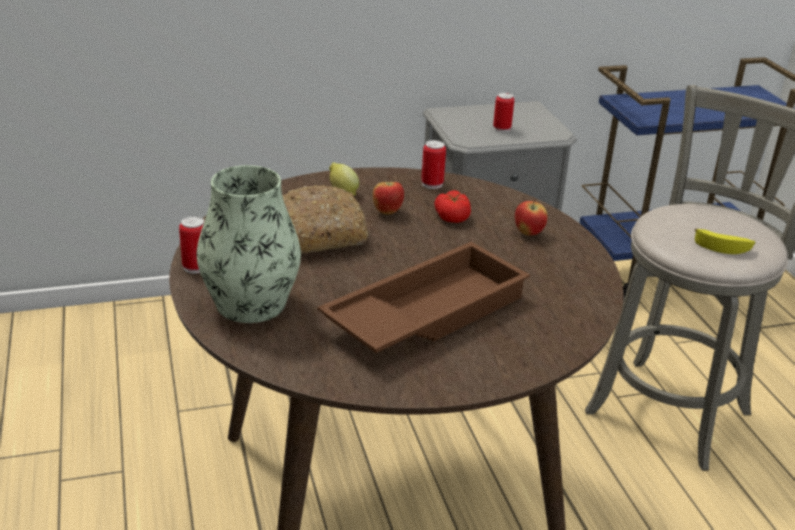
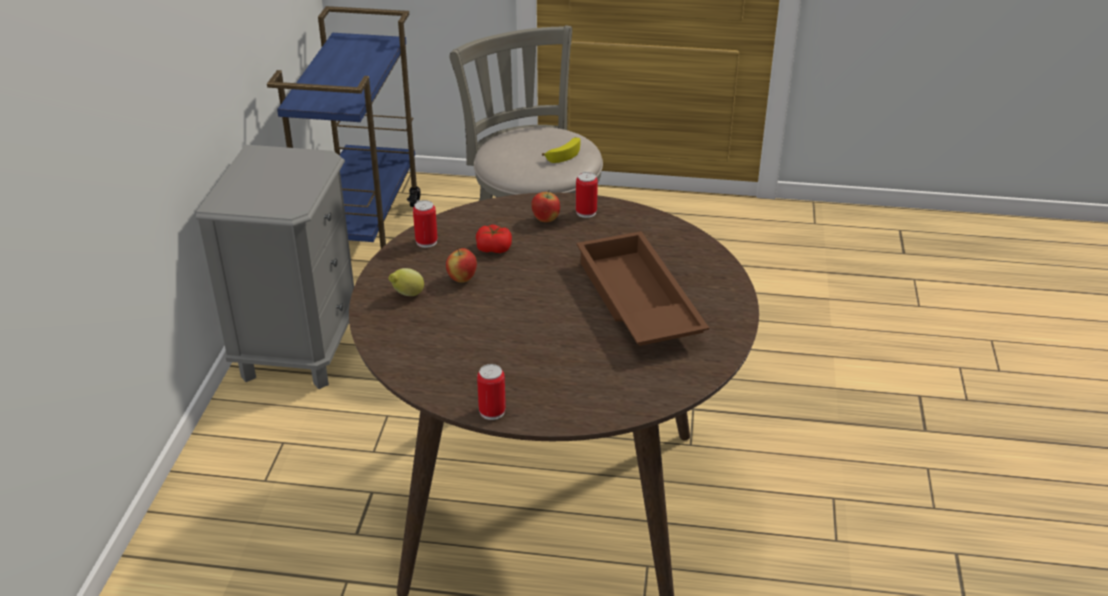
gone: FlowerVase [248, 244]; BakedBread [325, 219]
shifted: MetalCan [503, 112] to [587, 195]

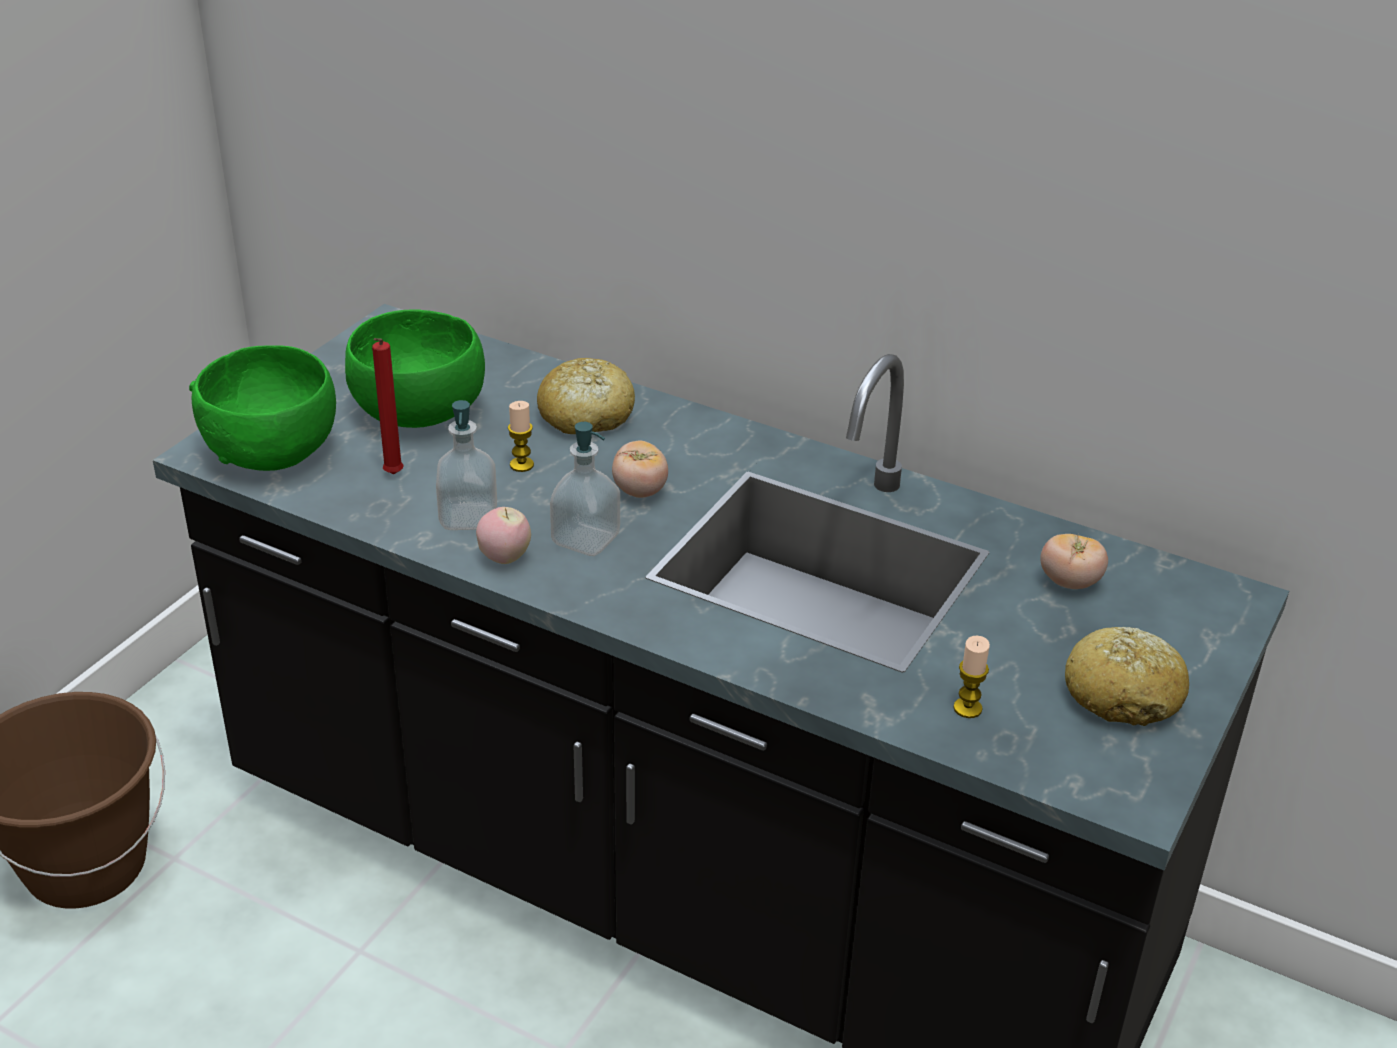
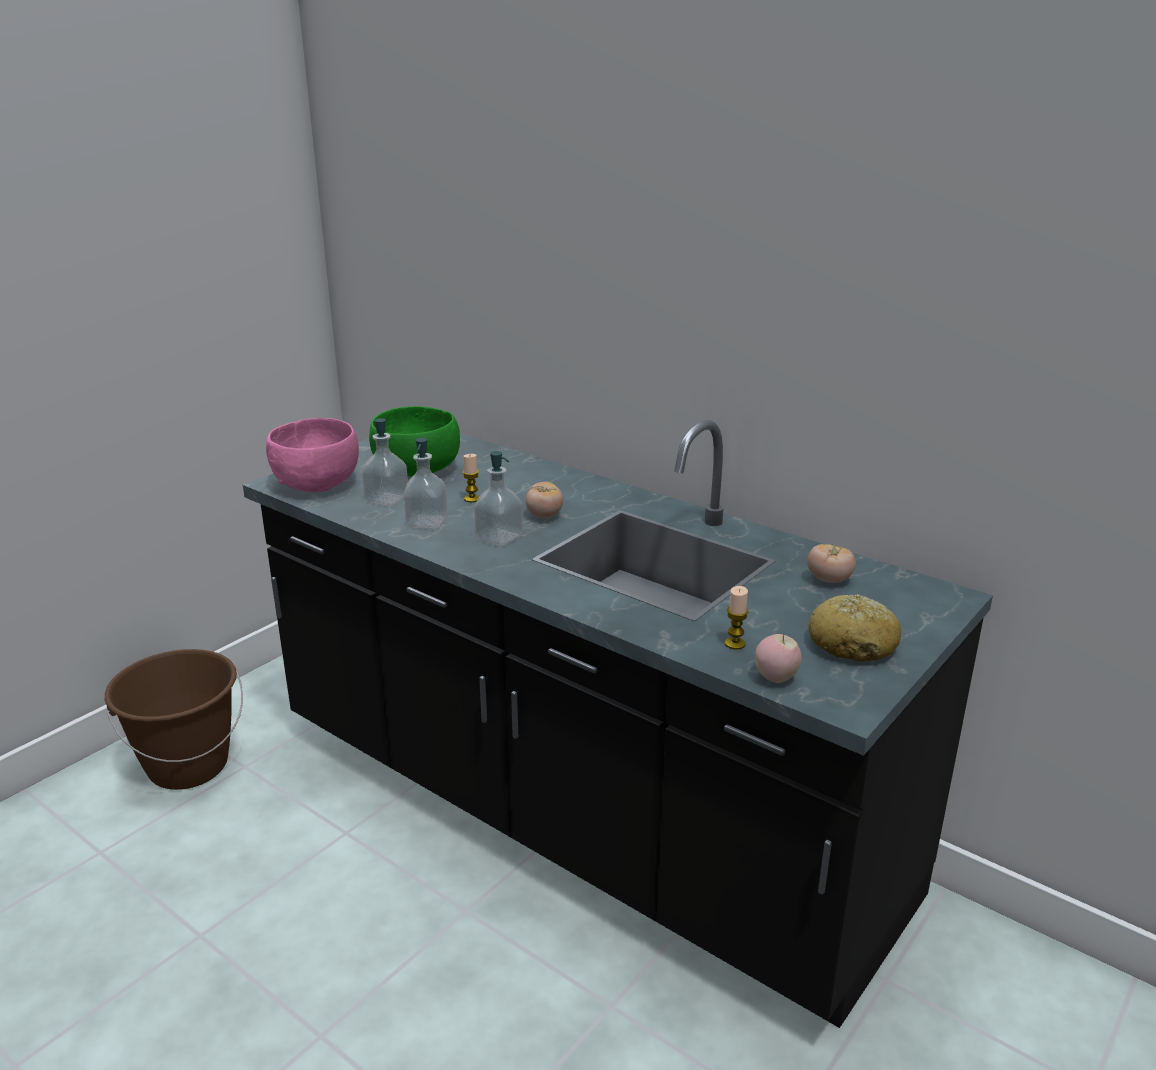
gone: BakedBread [586, 396]
shifted: Apple [503, 535] to [778, 658]
swapped: ReddishWaxCandle [388, 406] to LiquidSoapBottle [385, 462]
repainted: GreenishBowl [262, 408] to PinkBowl [312, 455]

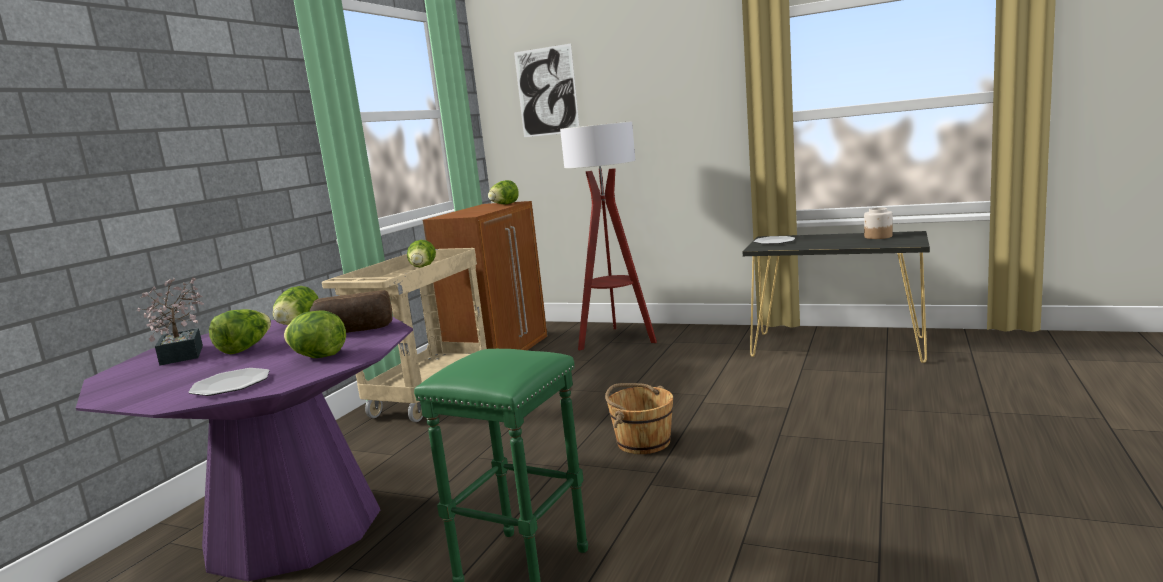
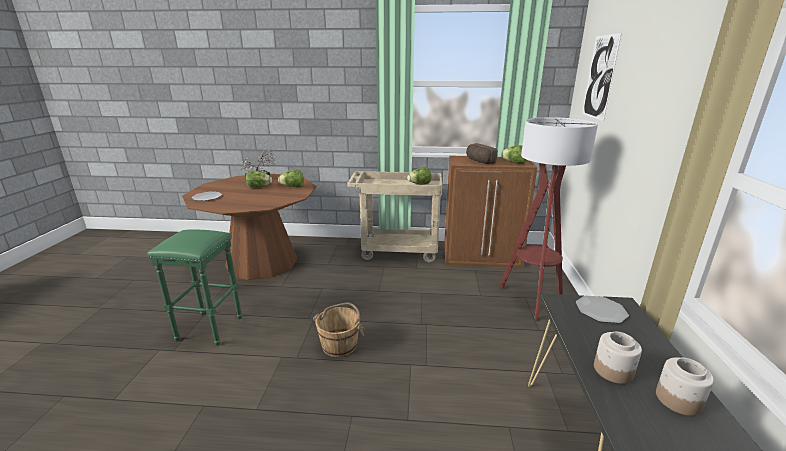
gone: HeadOfLettuce [315, 334]
new: StorageJar [618, 358]
shifted: BakedBread [351, 311] to [482, 153]
repainted: PurpleKitchenTable [244, 449] to BrownColouredKitchenTable [249, 227]

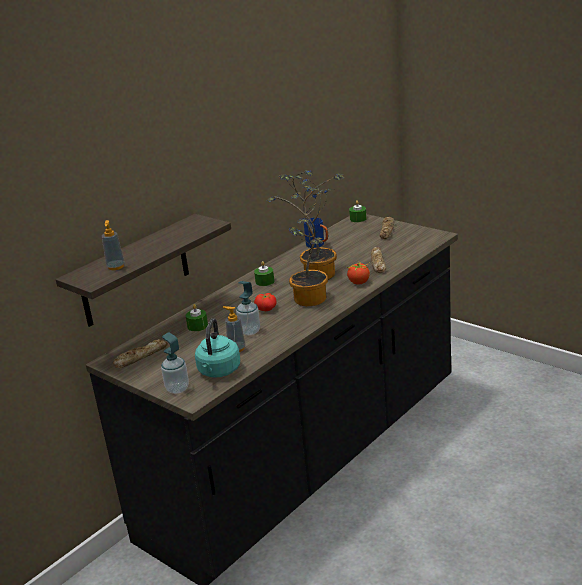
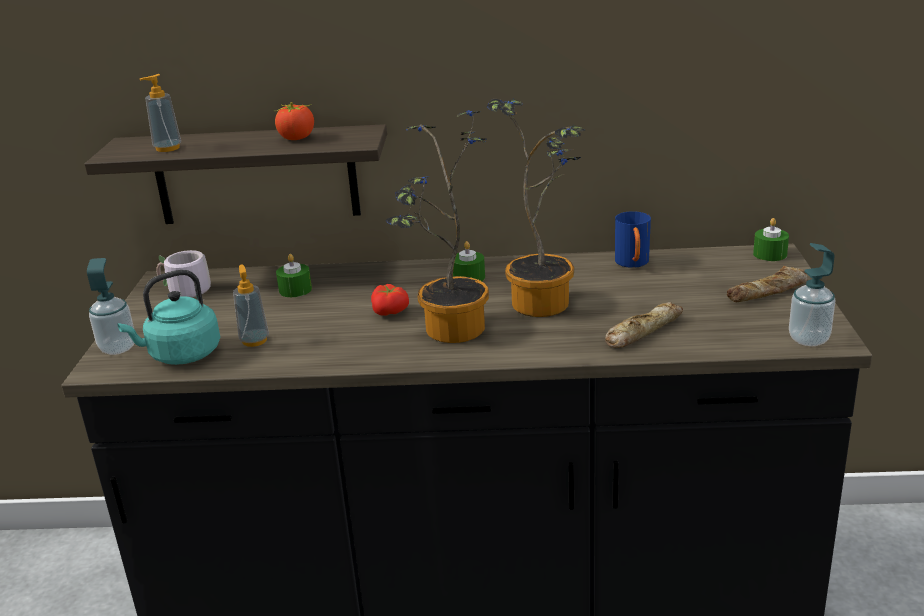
shifted: LiquidSoapBottle [248, 308] to [812, 294]; FreshTomato [358, 273] to [294, 121]
swapped: BakedBread [140, 353] to GreyishCoffeeMug [183, 273]

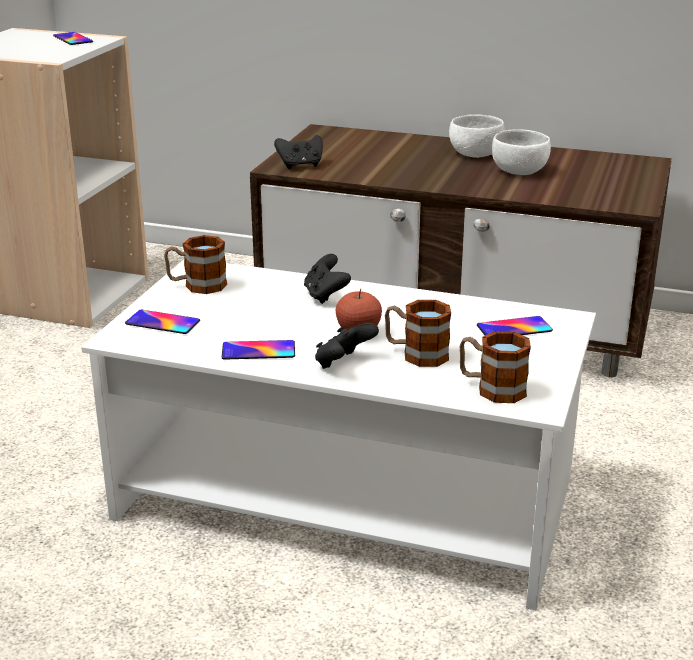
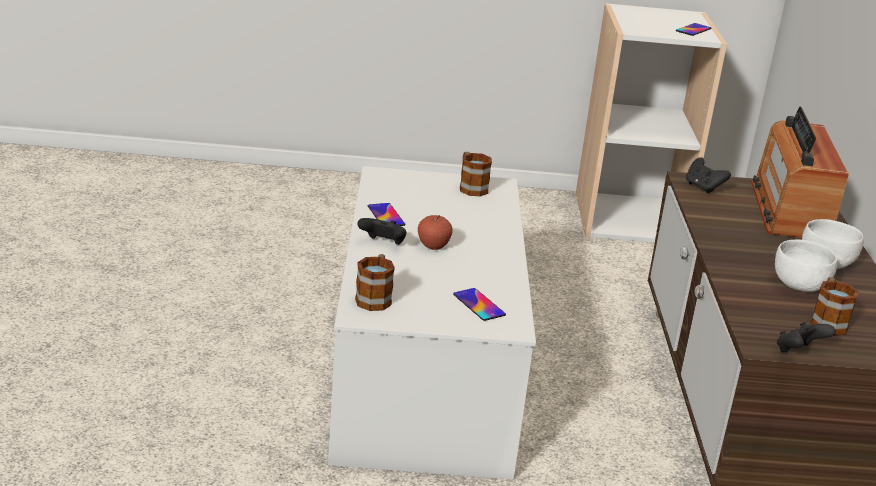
gone: Telephone [162, 321]
new: RadioReceiver [800, 172]
shifted: BlackishJoypad [327, 279] to [806, 337]; CoffeeMug [418, 333] to [835, 306]

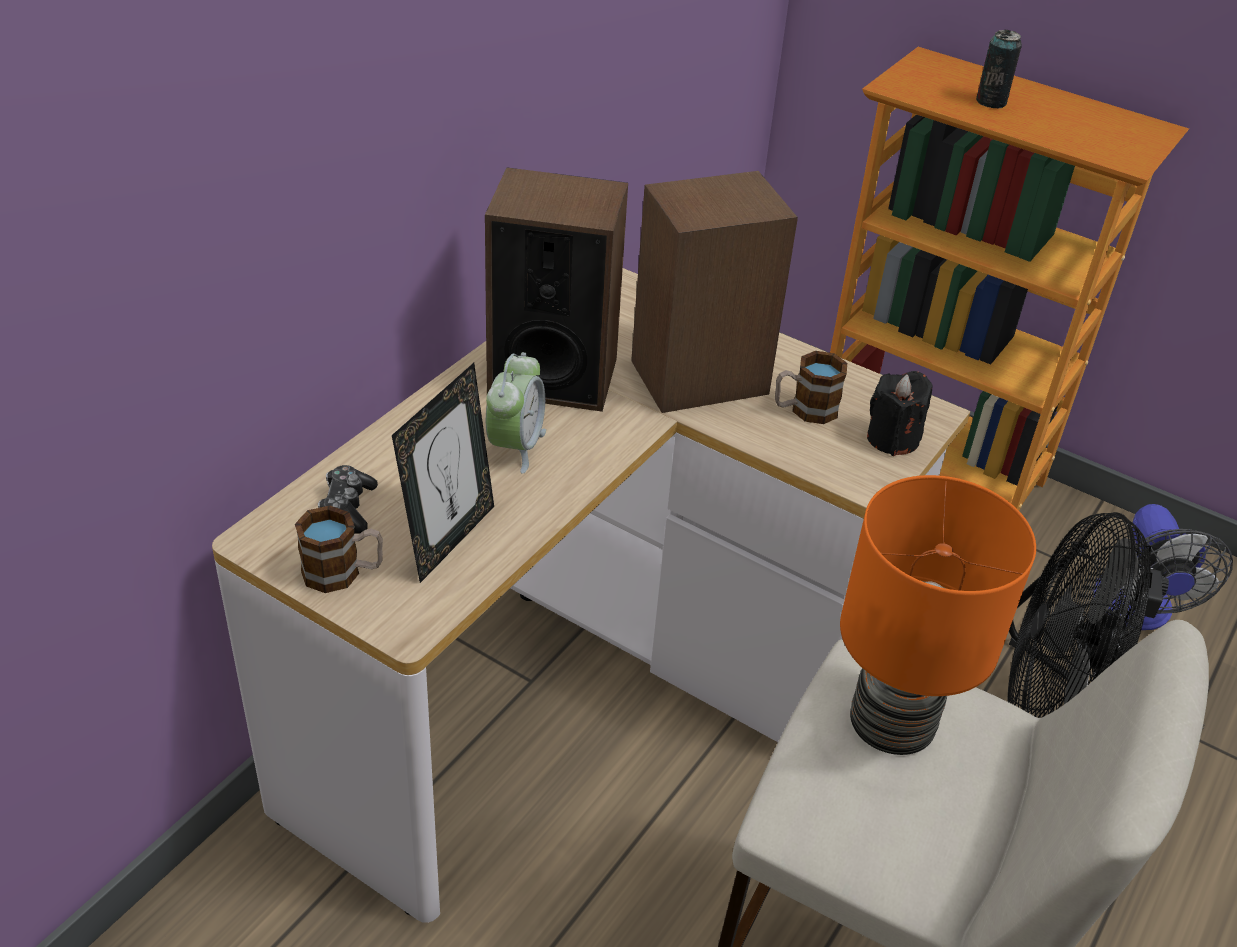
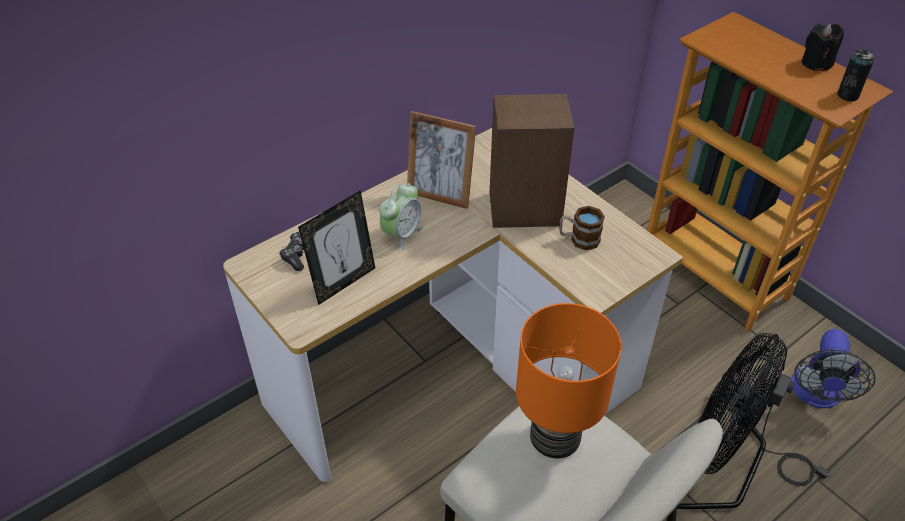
gone: CoffeeMug [339, 549]
shifted: BlackishWaxCandle [899, 413] to [822, 47]; MetalCan [999, 69] to [855, 76]
swapped: AudioSpeaker [556, 289] to PictureFrame [441, 160]

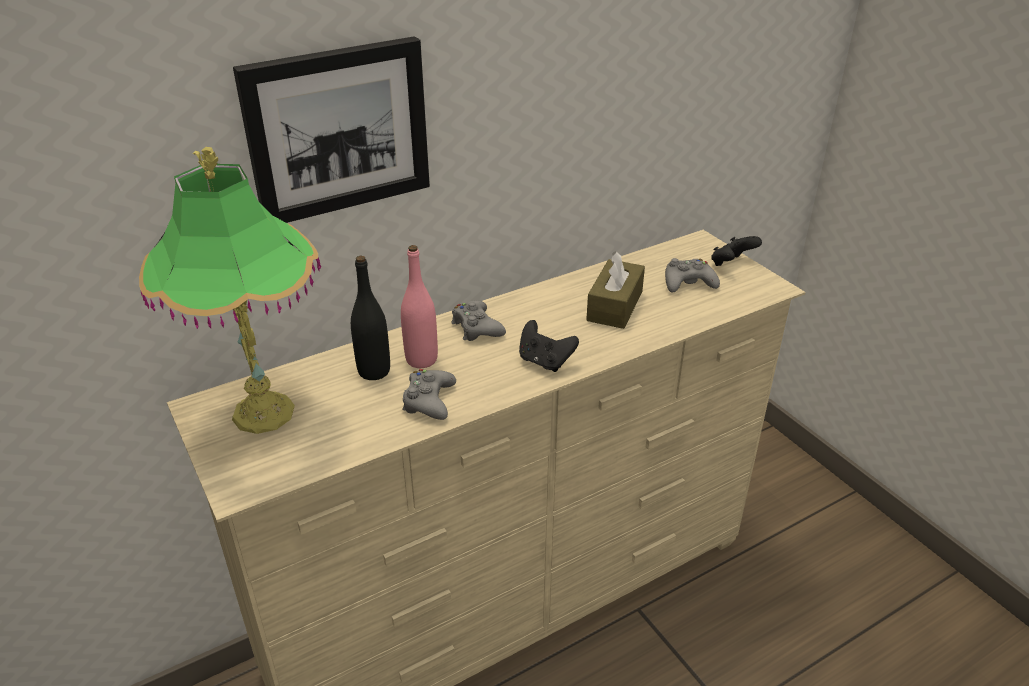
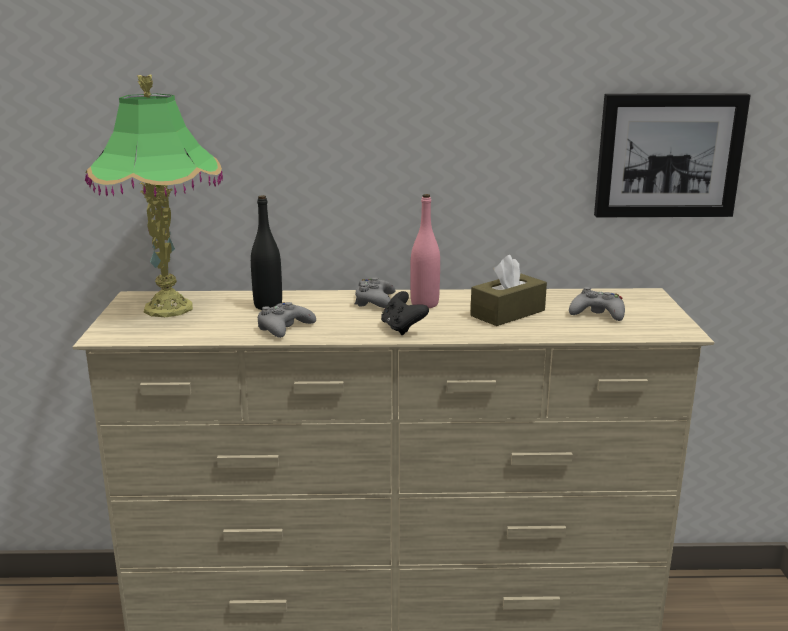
gone: BlackishJoypad [736, 251]
shifted: WallArt [331, 129] to [672, 155]; PinkBottle [419, 306] to [425, 251]

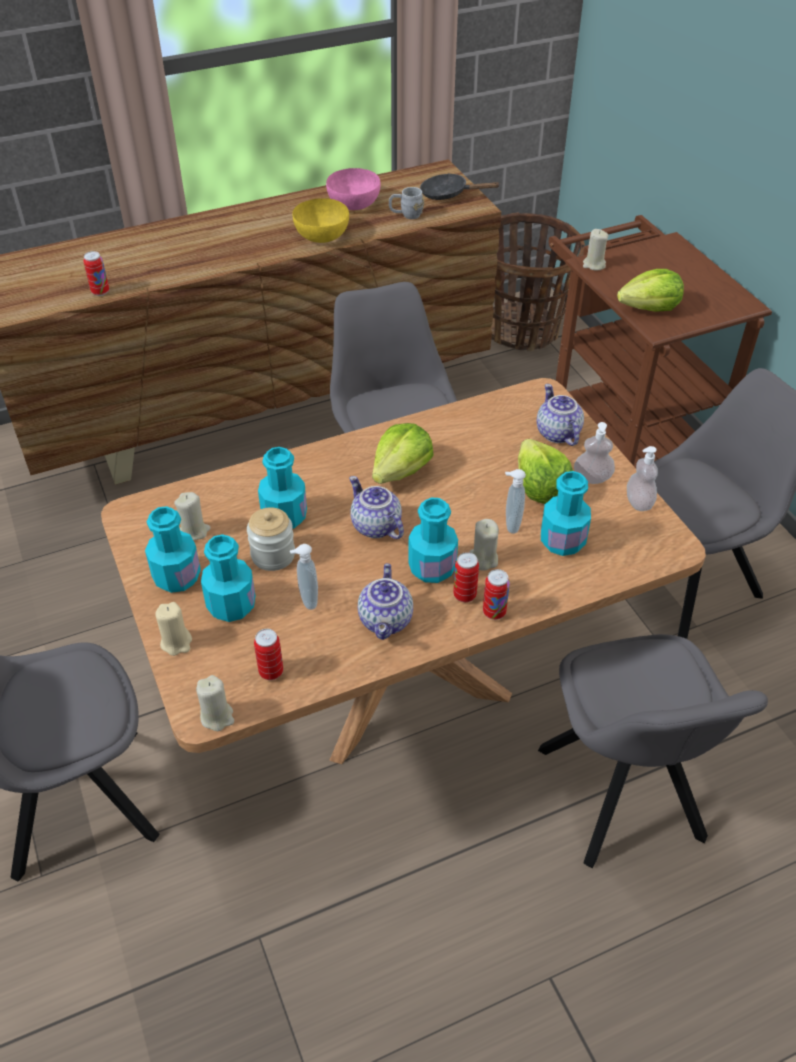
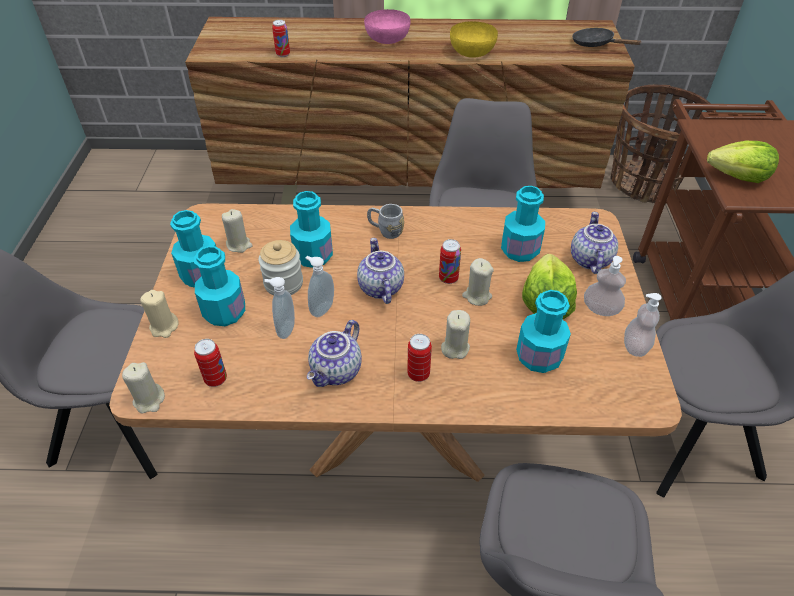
gone: HeadOfLettuce [403, 453]
shifted: PinkBowl [353, 189] to [387, 26]; GreyishCoffeeMug [406, 203] to [385, 221]; TurquoiseColouredBottle [433, 540] to [523, 224]; MetalCan [496, 594] to [450, 261]; LiquidSoapBottle [515, 501] to [320, 286]; SandColouredWaxCandle [595, 250] to [478, 282]

